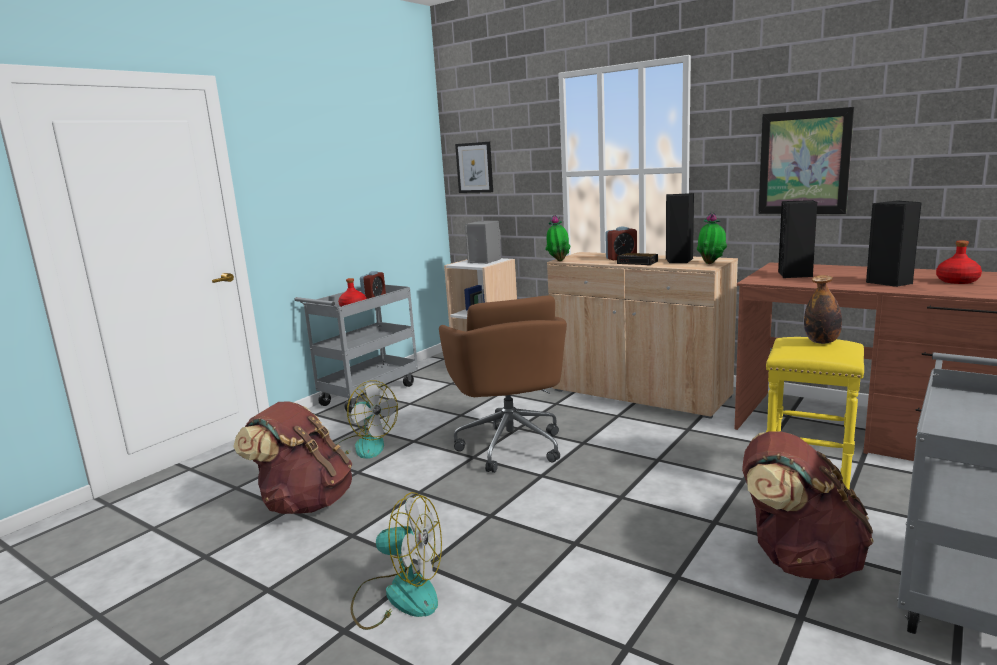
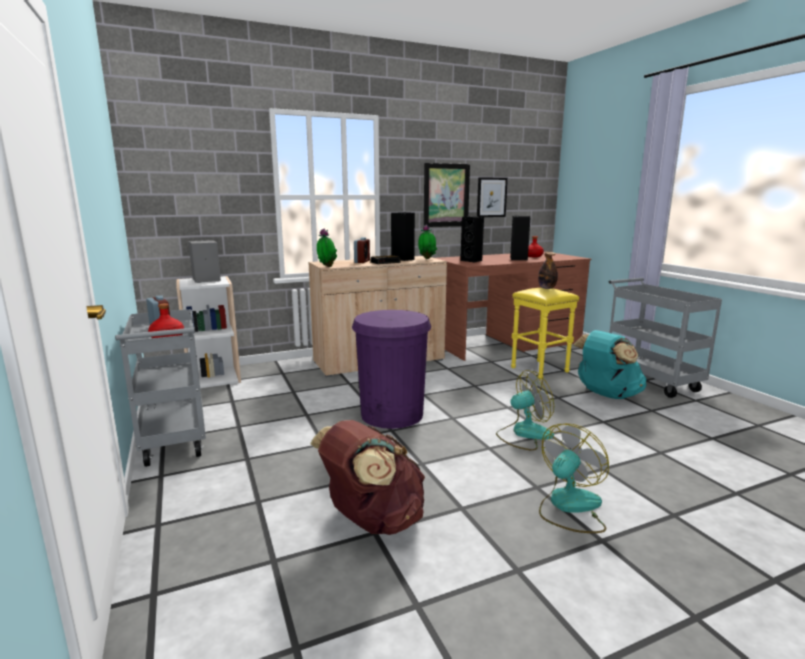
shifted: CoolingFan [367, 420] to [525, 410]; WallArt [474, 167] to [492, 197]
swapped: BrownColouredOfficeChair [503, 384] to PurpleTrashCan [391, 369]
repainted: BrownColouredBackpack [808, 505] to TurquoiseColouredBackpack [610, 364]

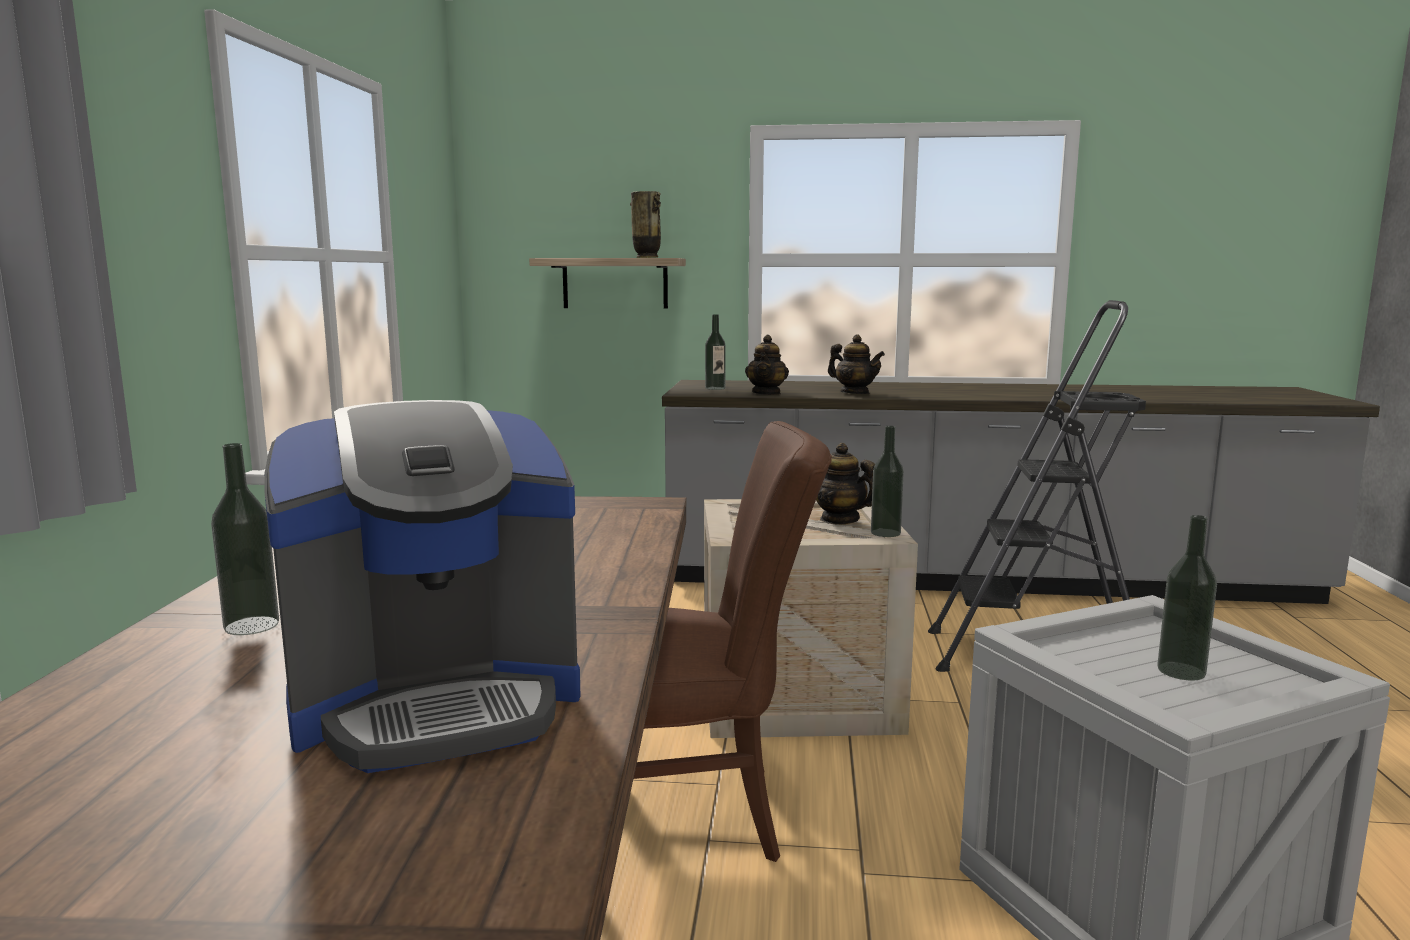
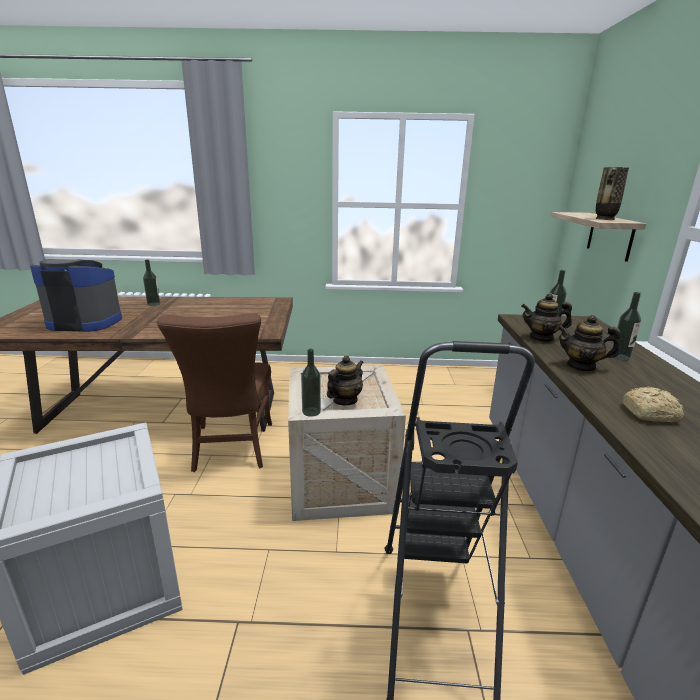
new: BakedBread [653, 404]
shifted: Bottle [1187, 598] to [626, 326]
rotated: CoffeeMachine [422, 586] = [76, 295] 120 degrees clockwise; Teapot [856, 364] = [588, 343] 75 degrees clockwise

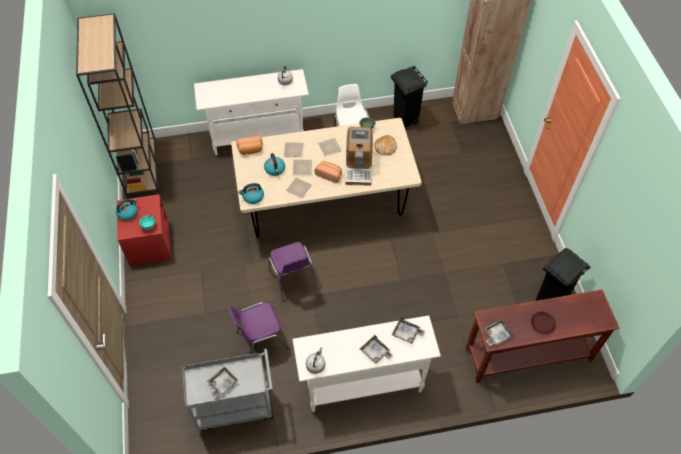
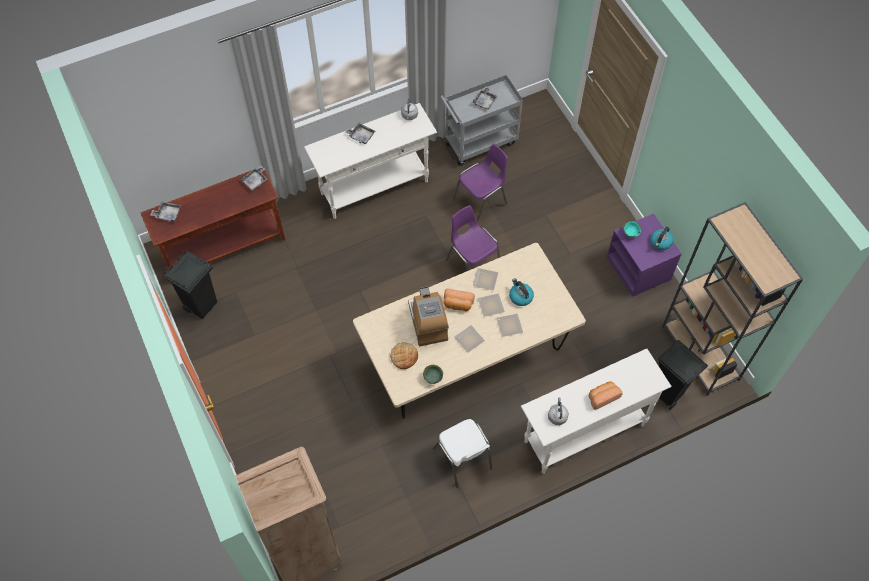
gone: WaterKettle [251, 193]; BrownColouredFlatDish [543, 323]
shifted: BakedBread [249, 145] to [606, 395]; BlackishTrashCan [409, 96] to [683, 375]; GreyishCarryingTray [408, 330] to [166, 211]
repainted: ReddishNightstand [144, 230] to PurpleNightstand [644, 255]

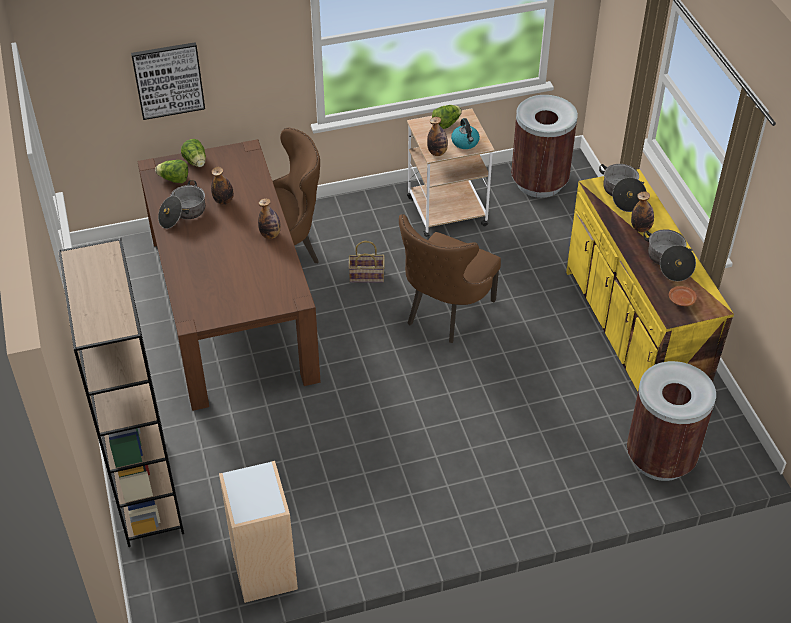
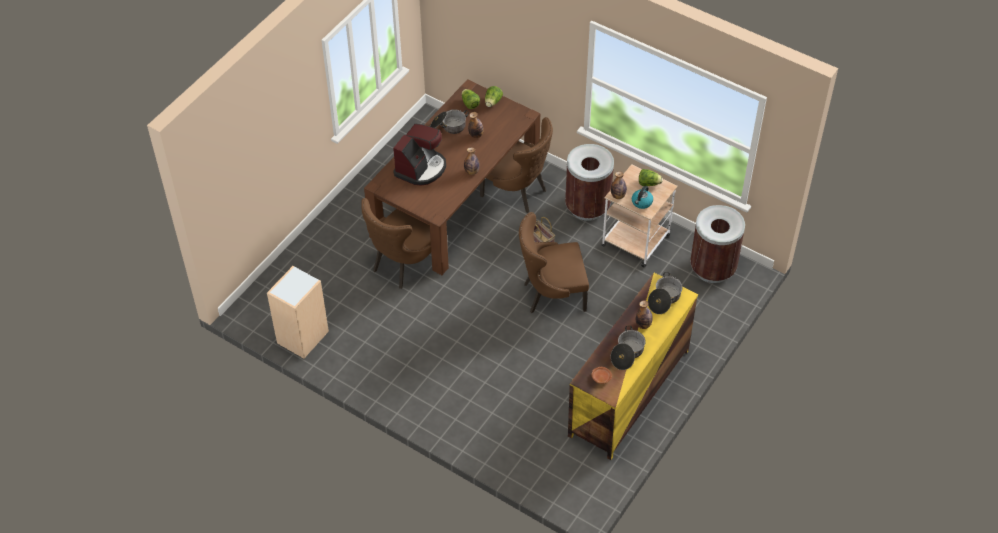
gone: SandColouredBookcase [121, 392]; WallArt [168, 81]
new: BrownColouredUprightChair [396, 243]; CoffeeMachine [419, 154]
shifted: BrownColouredTrashCan [671, 421] to [589, 182]

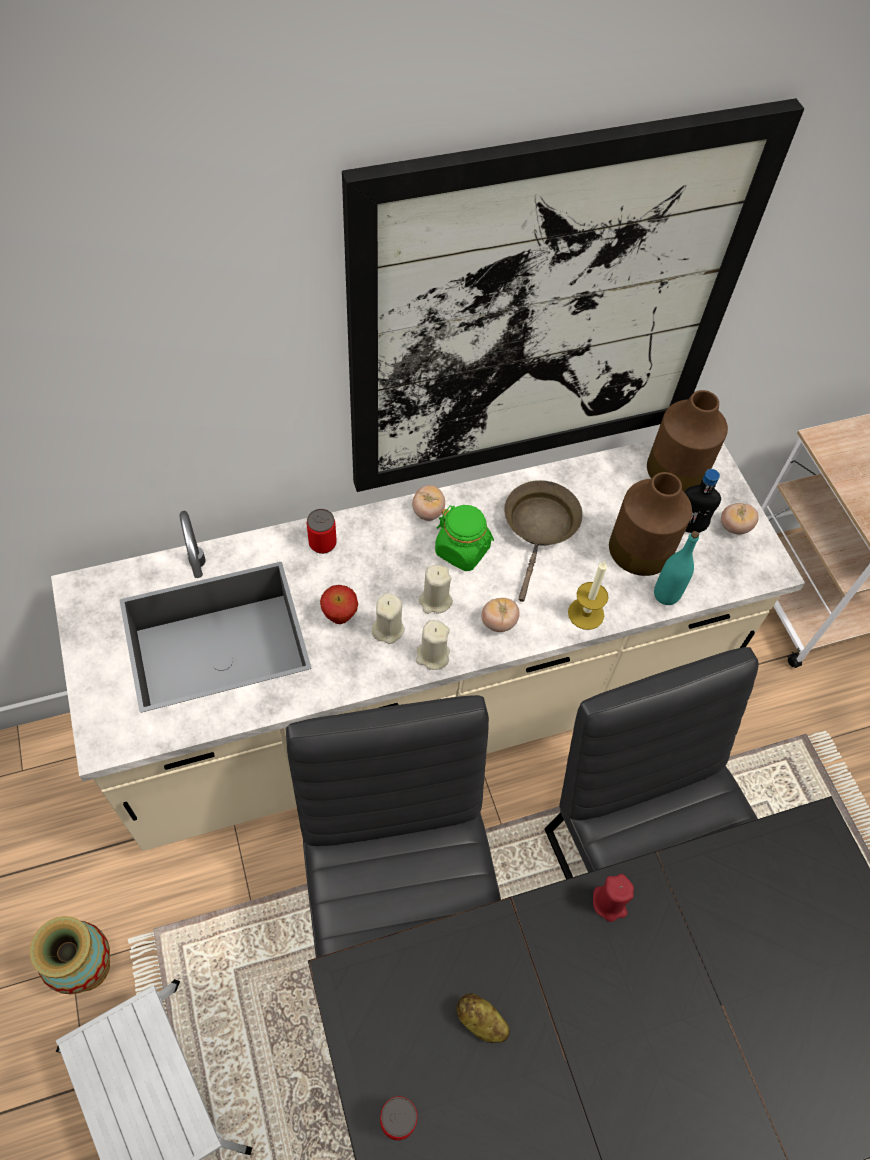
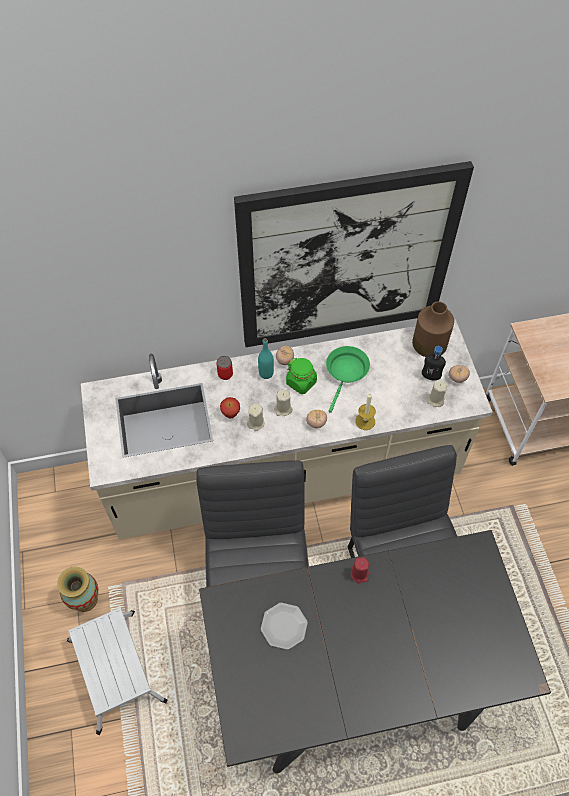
gone: MetalCan [398, 1118]; BrownColouredFlowerVase [650, 524]
shifted: SandColouredWaxCandle [433, 645] to [437, 393]; TurquoiseColouredBottle [676, 568] to [266, 358]
swapped: Potato [483, 1018] to FlatDish [284, 626]
repainted: BrownColouredSkillet [543, 541] to GreenishSkillet [348, 379]

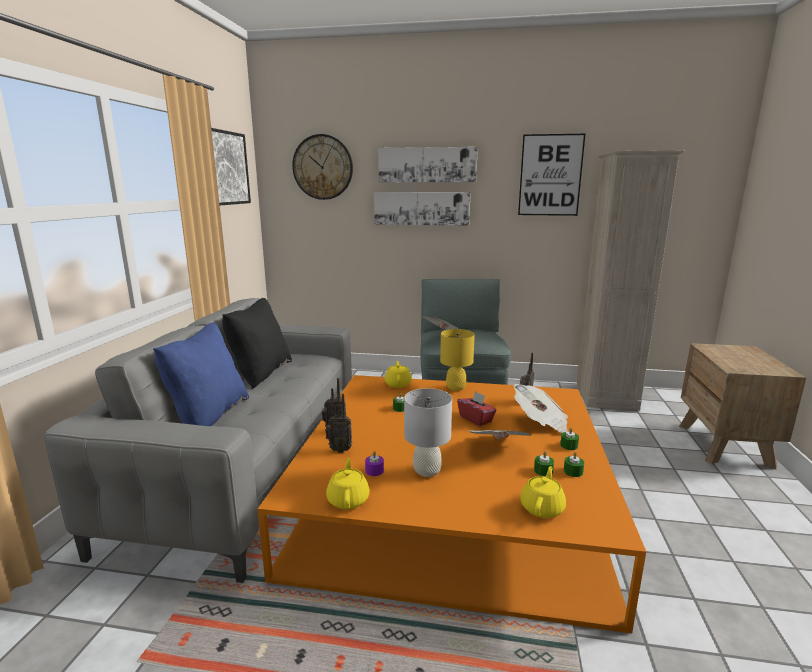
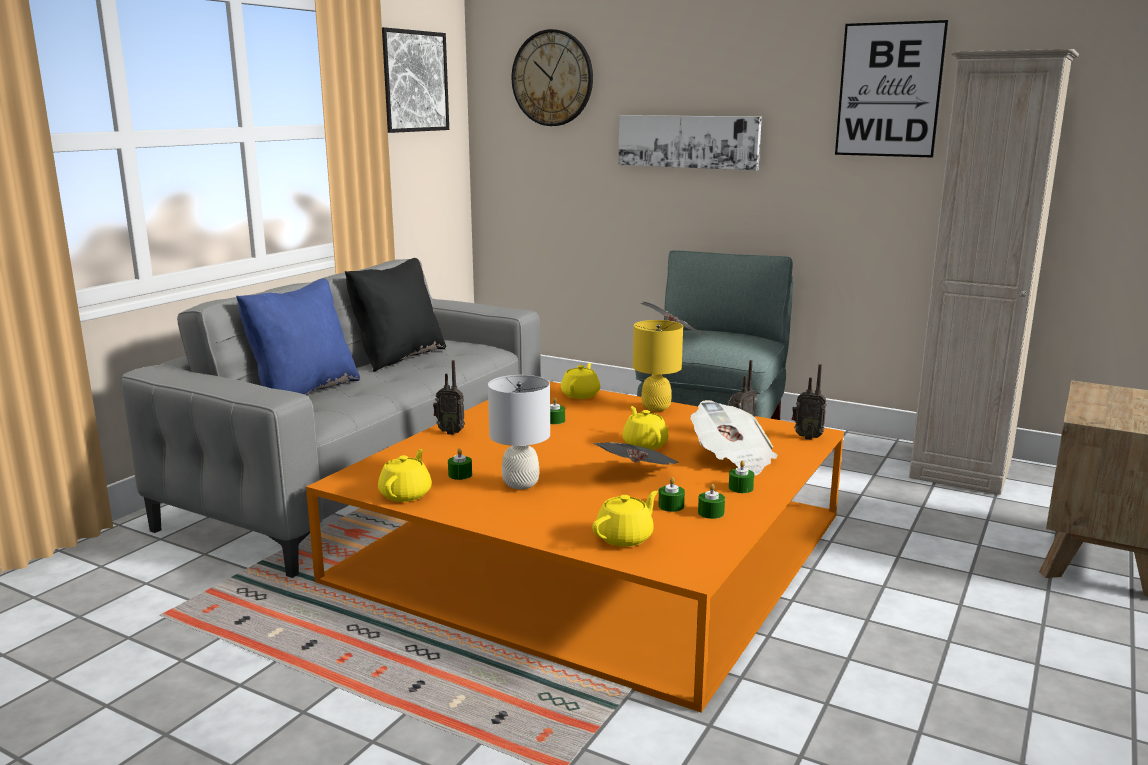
gone: WallArt [428, 164]
shifted: RadioReceiver [338, 423] to [809, 402]
swapped: ReddishBoxOfTissues [477, 408] to YellowTeapot [645, 428]
repainted: PurpleWaxCandle [374, 463] to GreenishWaxCandle [460, 464]

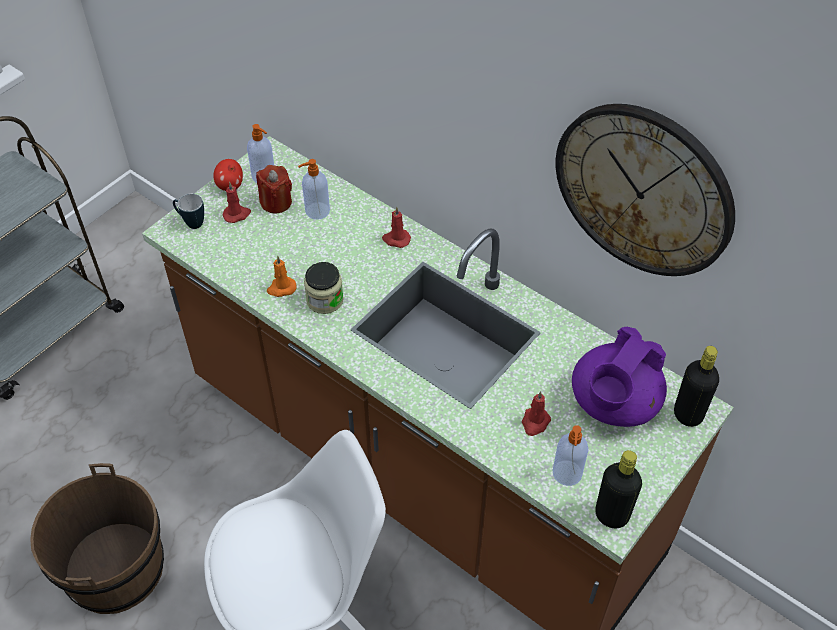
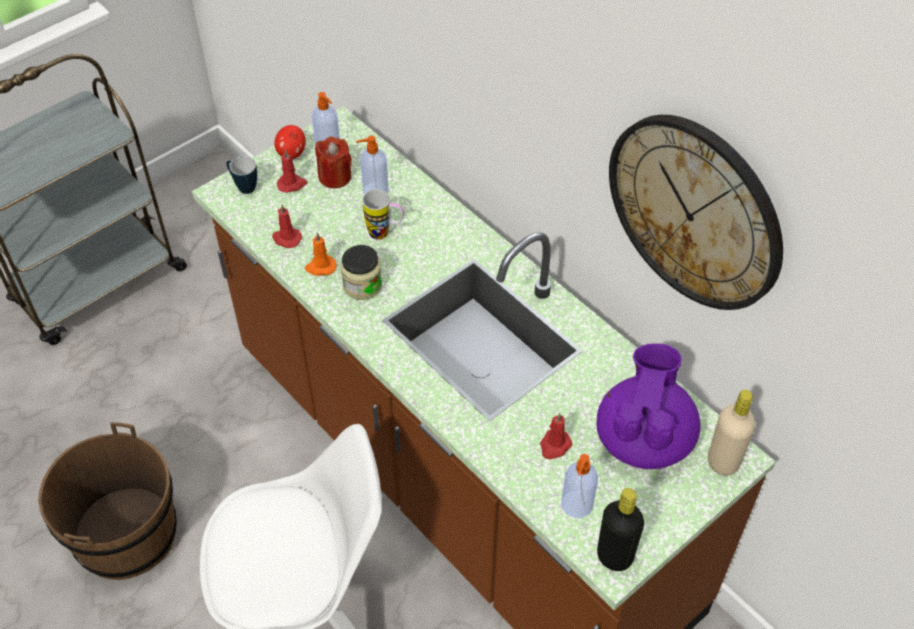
new: CoffeeMug [383, 214]
shifted: ReddishWaxCandle [396, 227] to [287, 226]
repainted: BlackishBottle [696, 386] to SandColouredBottle [731, 433]
rotated: PurpleTeapot [619, 377] = [649, 406] 150 degrees clockwise

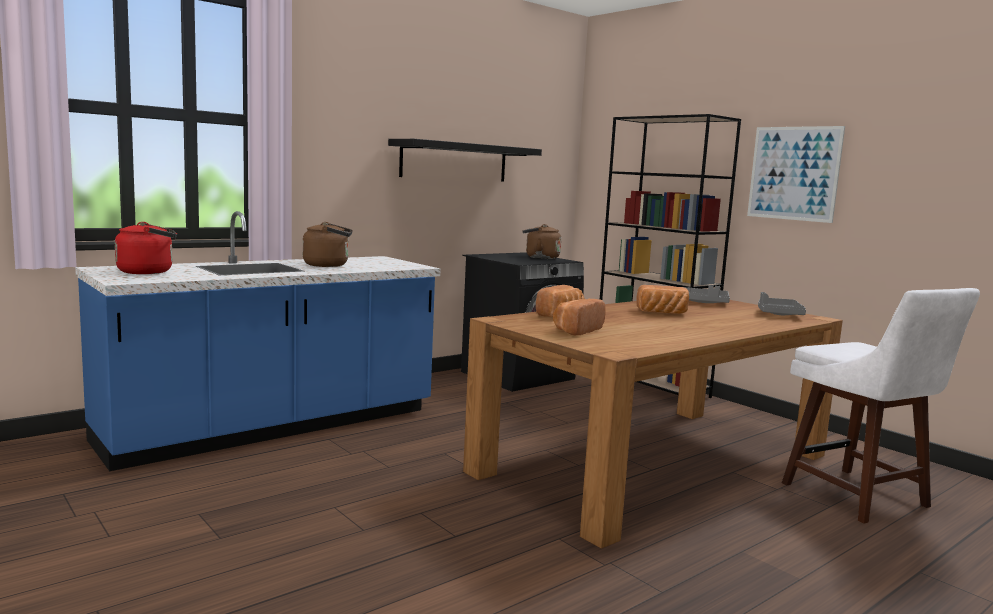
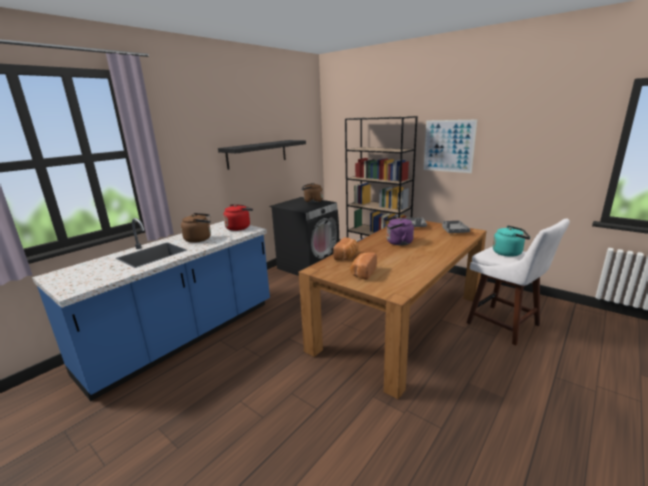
new: TurquoiseColouredWaterKettle [512, 241]
shifted: ReddishWaterKettle [146, 248] to [238, 217]
swapped: BakedBread [663, 299] to PurpleWaterKettle [398, 231]

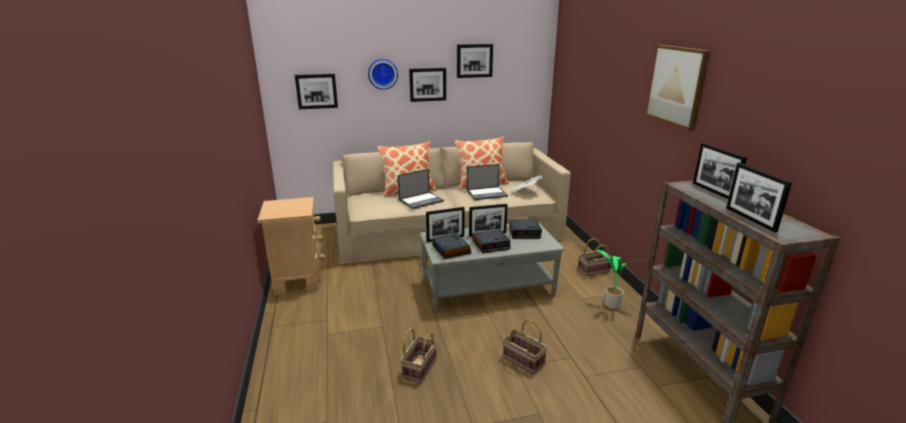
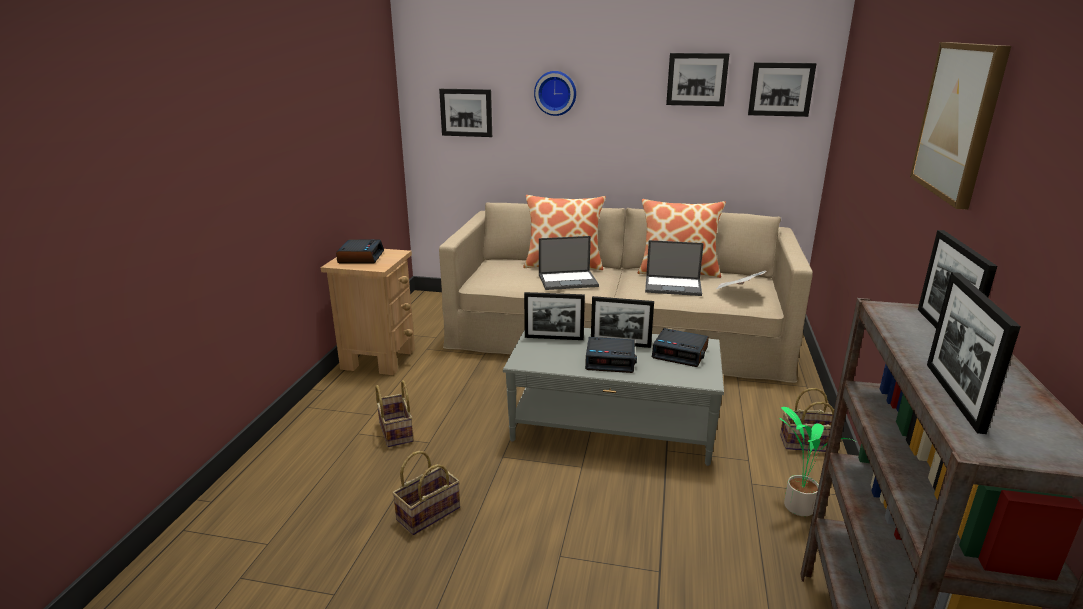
shifted: WallArt [427, 85] to [782, 89]; AlarmClock [451, 246] to [360, 251]; StorageBasket [525, 347] to [395, 413]

